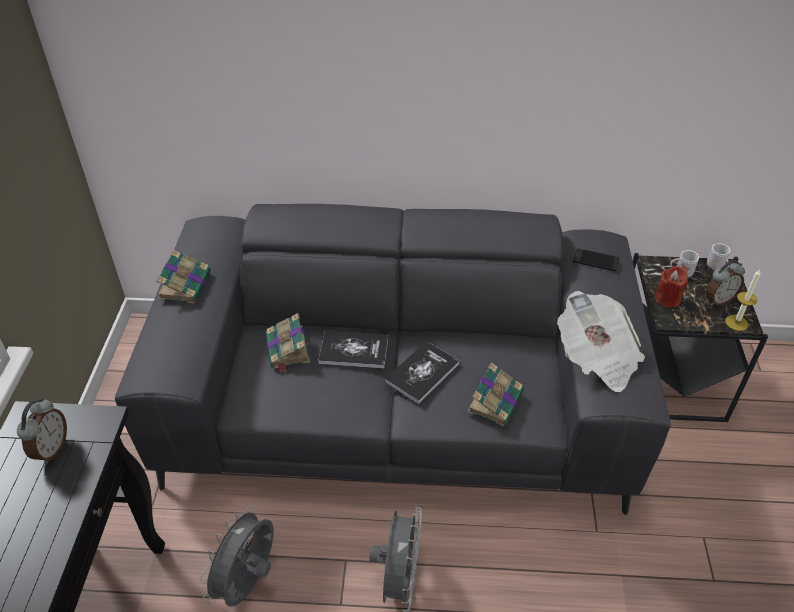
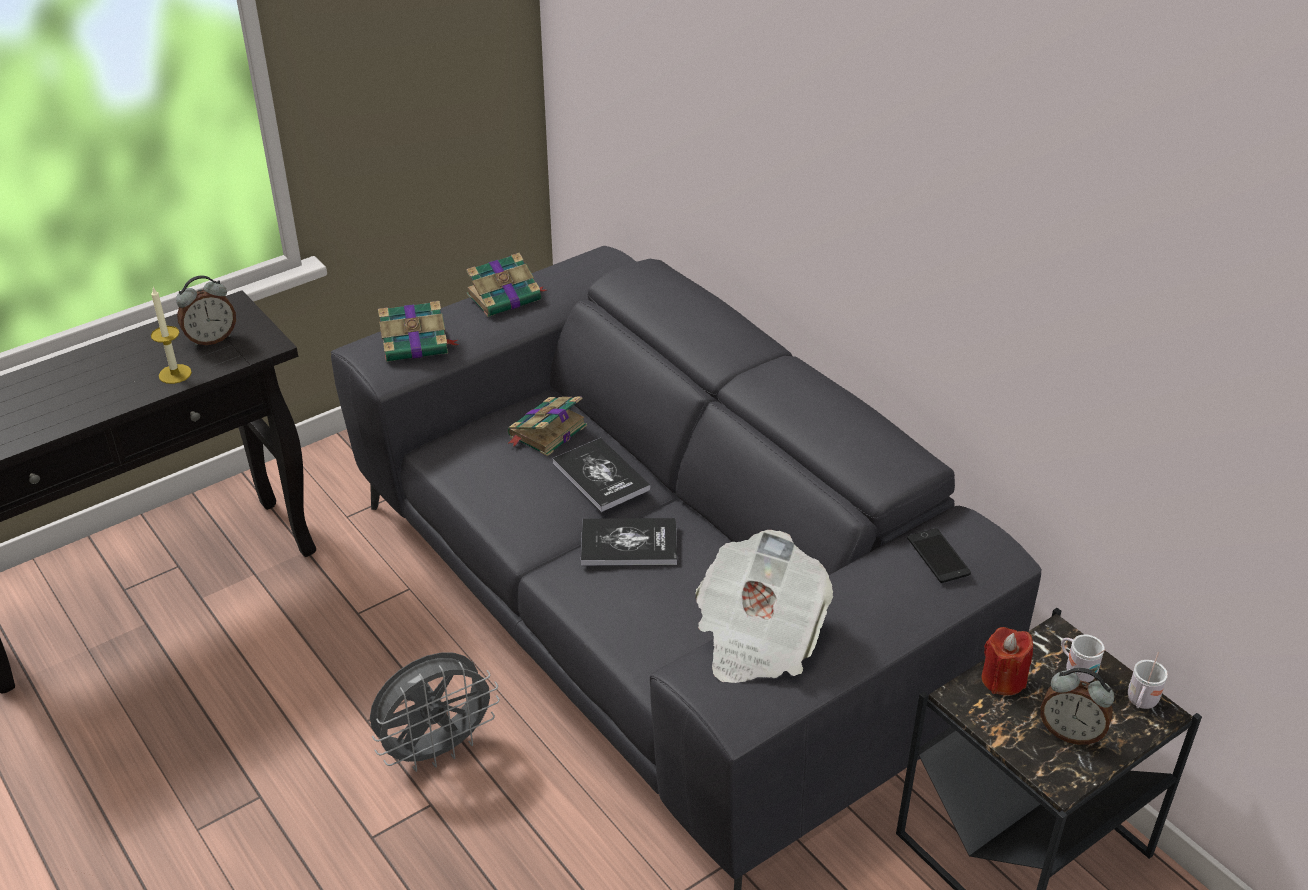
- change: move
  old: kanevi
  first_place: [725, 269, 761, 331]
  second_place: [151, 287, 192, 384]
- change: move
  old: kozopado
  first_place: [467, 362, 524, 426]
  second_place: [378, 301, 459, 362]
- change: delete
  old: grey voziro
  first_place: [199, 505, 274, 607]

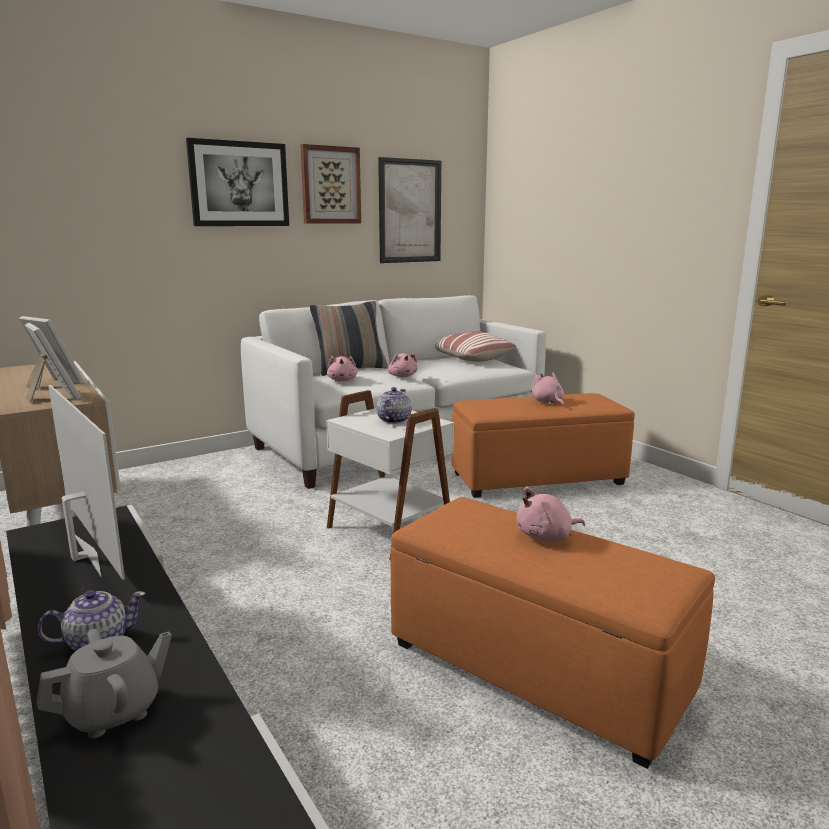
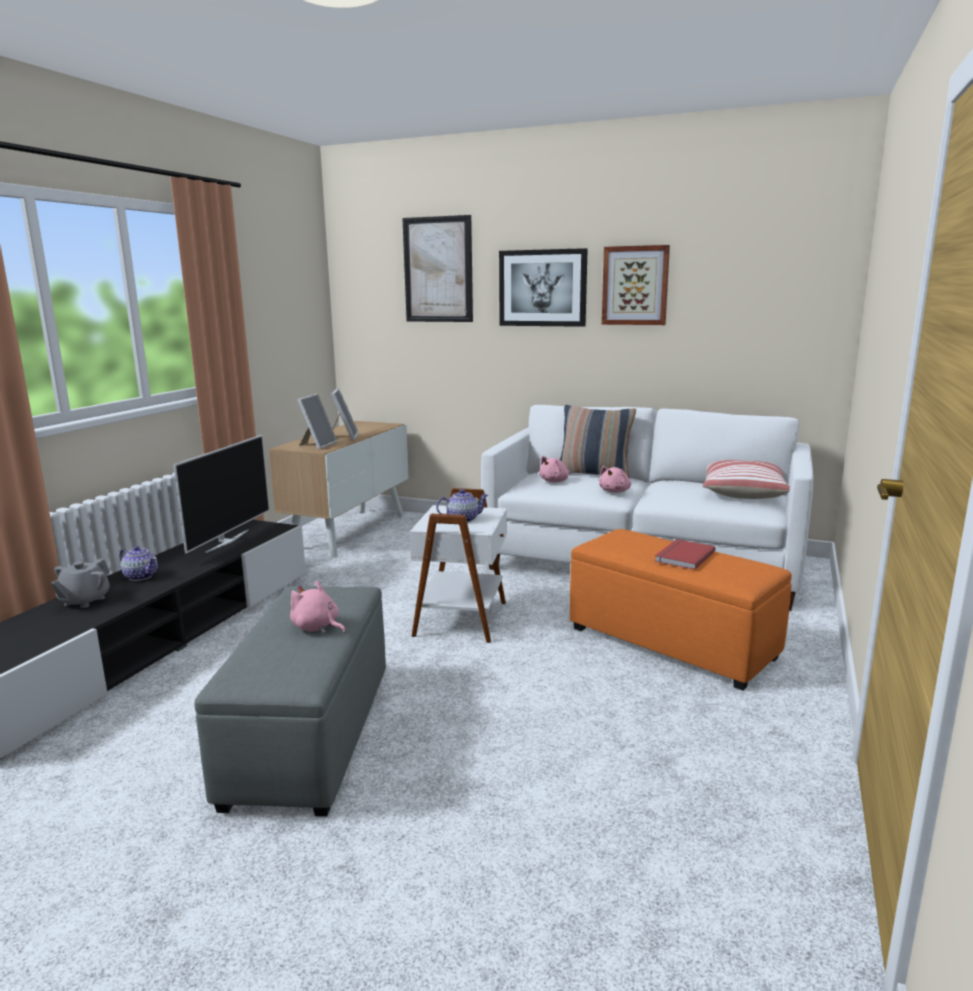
- change: move
  old: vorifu
  first_place: [378, 157, 441, 263]
  second_place: [402, 215, 473, 322]
- change: replace
  old: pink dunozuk
  new: red kozopado
  first_place: [532, 373, 564, 406]
  second_place: [655, 539, 715, 570]
- change: recolor
  old: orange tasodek
  new: grey tasodek
  first_place: [391, 497, 715, 769]
  second_place: [194, 586, 386, 817]
- change: rotate
  old: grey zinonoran
  first_place: [37, 629, 172, 738]
  second_place: [51, 559, 110, 608]
  degrees: 90

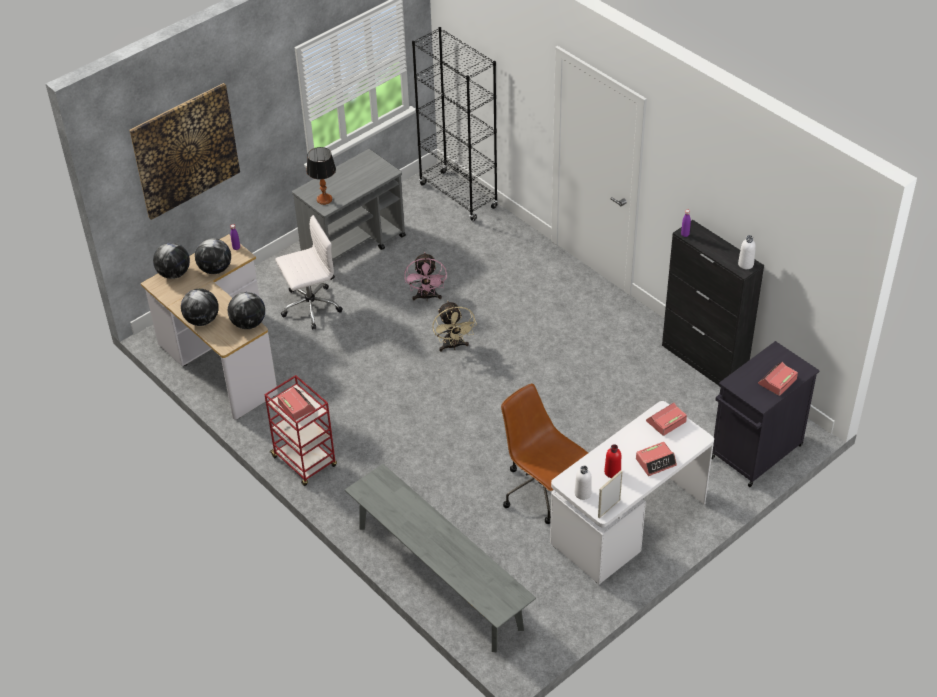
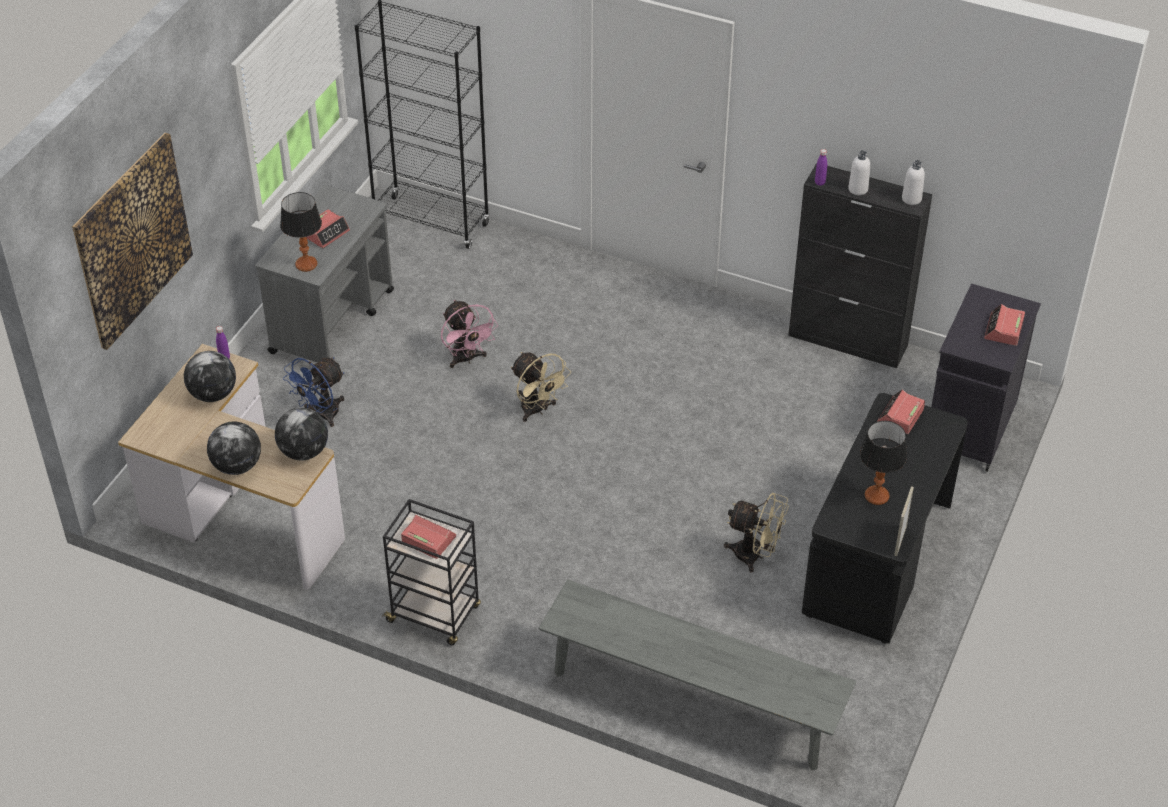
- change: replace
  old: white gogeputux
  new: blue voziro
  first_place: [275, 215, 343, 330]
  second_place: [283, 357, 345, 427]
- change: delete
  old: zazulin
  first_place: [153, 243, 190, 279]
- change: recolor
  old: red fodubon
  new: black fodubon
  first_place: [264, 375, 337, 486]
  second_place: [382, 499, 481, 645]
- change: replace
  old: brown gogeputux
  new: beige voziro
  first_place: [501, 383, 588, 524]
  second_place: [724, 493, 789, 573]
- change: recolor
  old: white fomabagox
  new: black fomabagox
  first_place: [550, 401, 714, 584]
  second_place: [802, 393, 968, 644]
- change: move
  old: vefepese
  first_place: [636, 442, 677, 476]
  second_place: [306, 210, 350, 248]
- change: replace
  old: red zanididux
  new: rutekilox
  first_place: [604, 444, 621, 478]
  second_place: [860, 421, 907, 505]
- change: move
  old: white zanididux
  first_place: [575, 466, 591, 500]
  second_place: [848, 150, 870, 195]

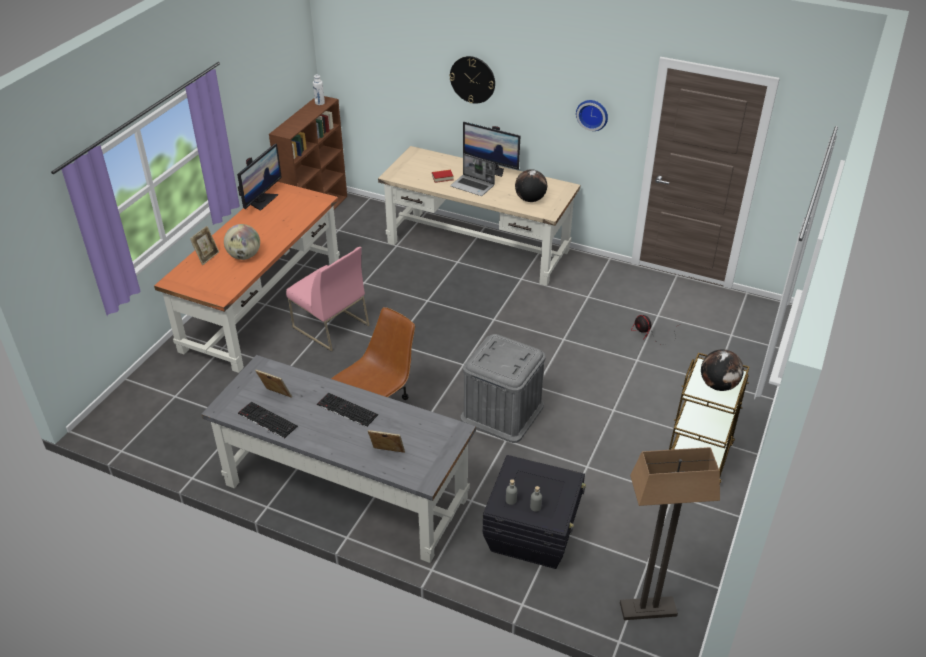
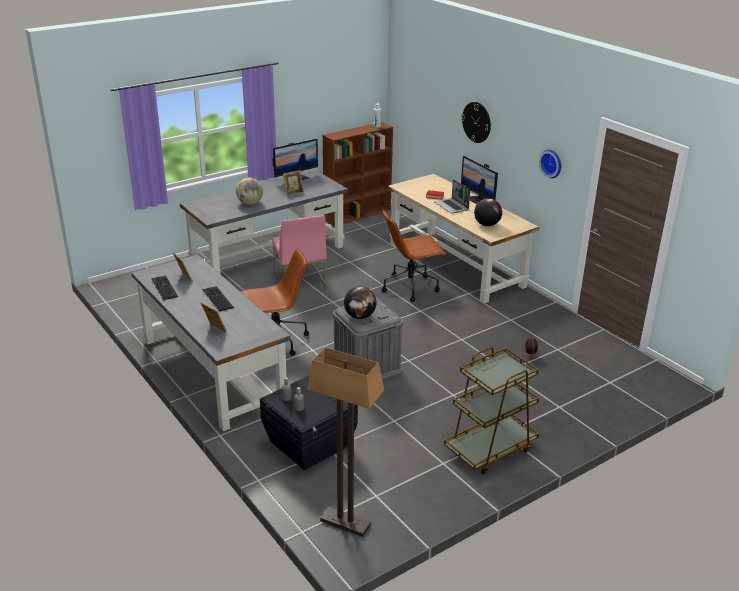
- change: recolor
  old: orange fomabagox
  new: grey fomabagox
  first_place: [154, 182, 340, 373]
  second_place: [180, 170, 348, 274]
- change: move
  old: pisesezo
  first_place: [190, 226, 219, 265]
  second_place: [283, 170, 304, 196]
- change: move
  old: zazulin
  first_place: [701, 350, 744, 391]
  second_place: [344, 286, 377, 319]
- change: insert
  new: brown gogeputux
  second_place: [382, 210, 446, 302]

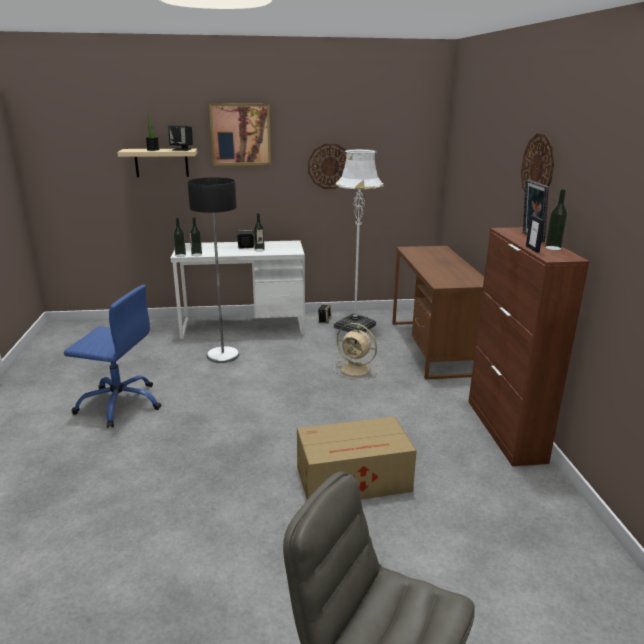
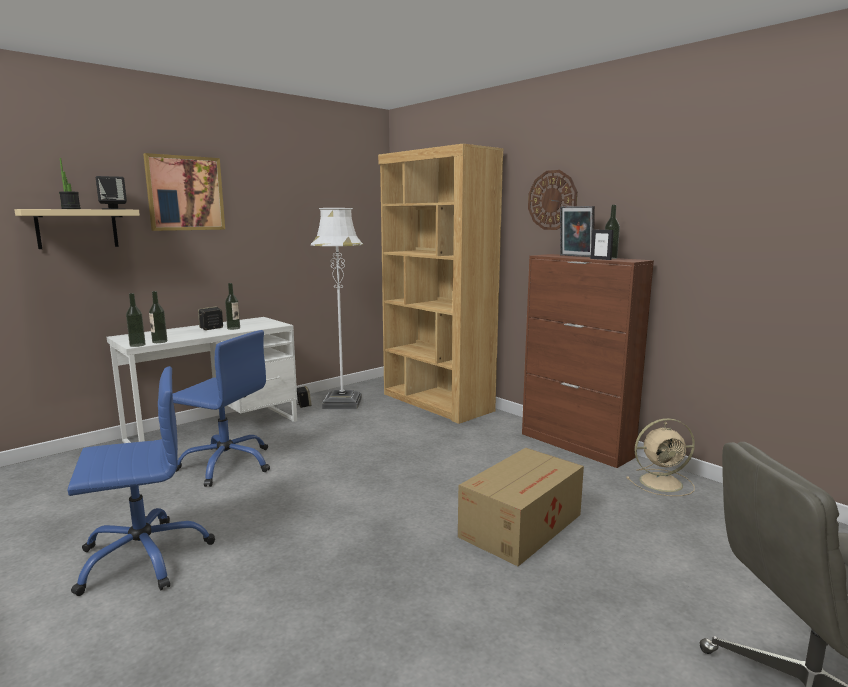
- change: delete
  old: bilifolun
  first_place: [308, 144, 346, 189]
- change: replace
  old: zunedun
  new: blue gogeputux
  first_place: [187, 177, 239, 363]
  second_place: [173, 330, 270, 487]
- change: replace
  old: brown fomabagox
  new: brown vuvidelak
  first_place: [392, 246, 484, 379]
  second_place: [378, 144, 503, 424]
- change: move
  old: beige voziro
  first_place: [334, 323, 379, 380]
  second_place: [626, 418, 695, 496]

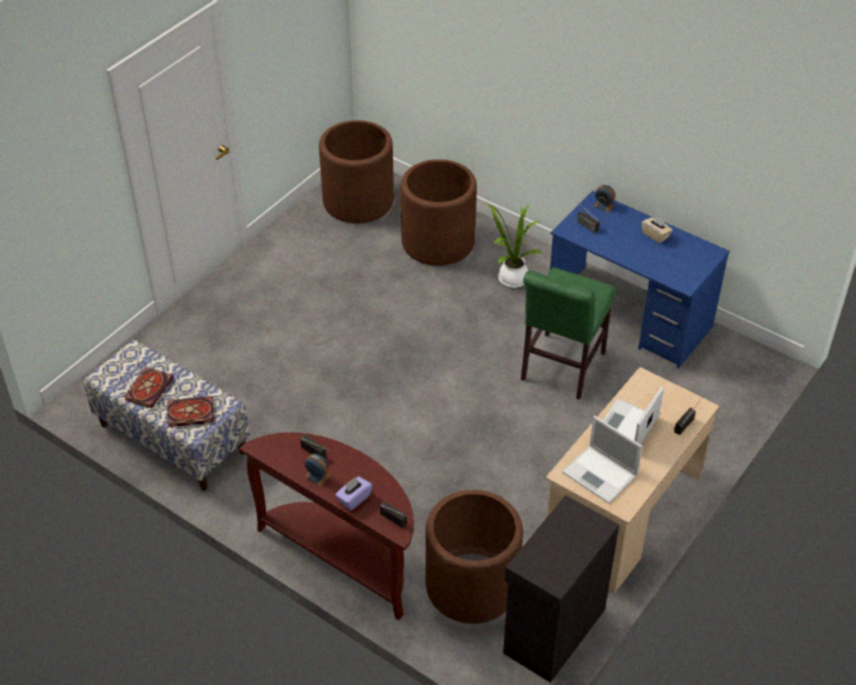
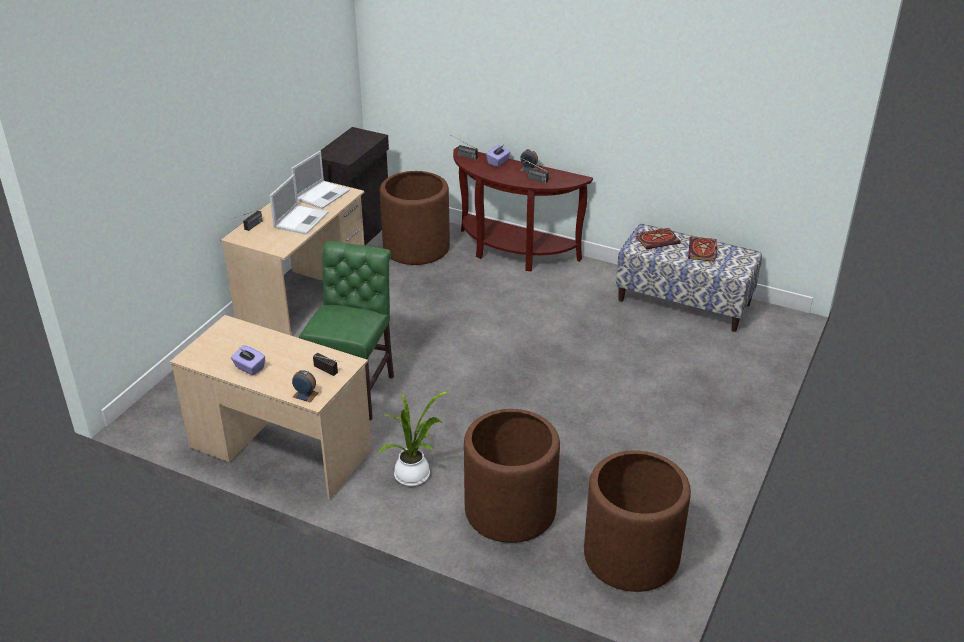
- change: recolor
  old: blue fomabagox
  new: beige fomabagox
  first_place: [550, 191, 730, 369]
  second_place: [170, 315, 372, 500]
- change: recolor
  old: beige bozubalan
  new: purple bozubalan
  first_place: [642, 215, 673, 243]
  second_place: [231, 345, 265, 375]
- change: rotate
  old: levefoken
  first_place: [562, 416, 643, 504]
  second_place: [291, 151, 350, 209]
  degrees: 90

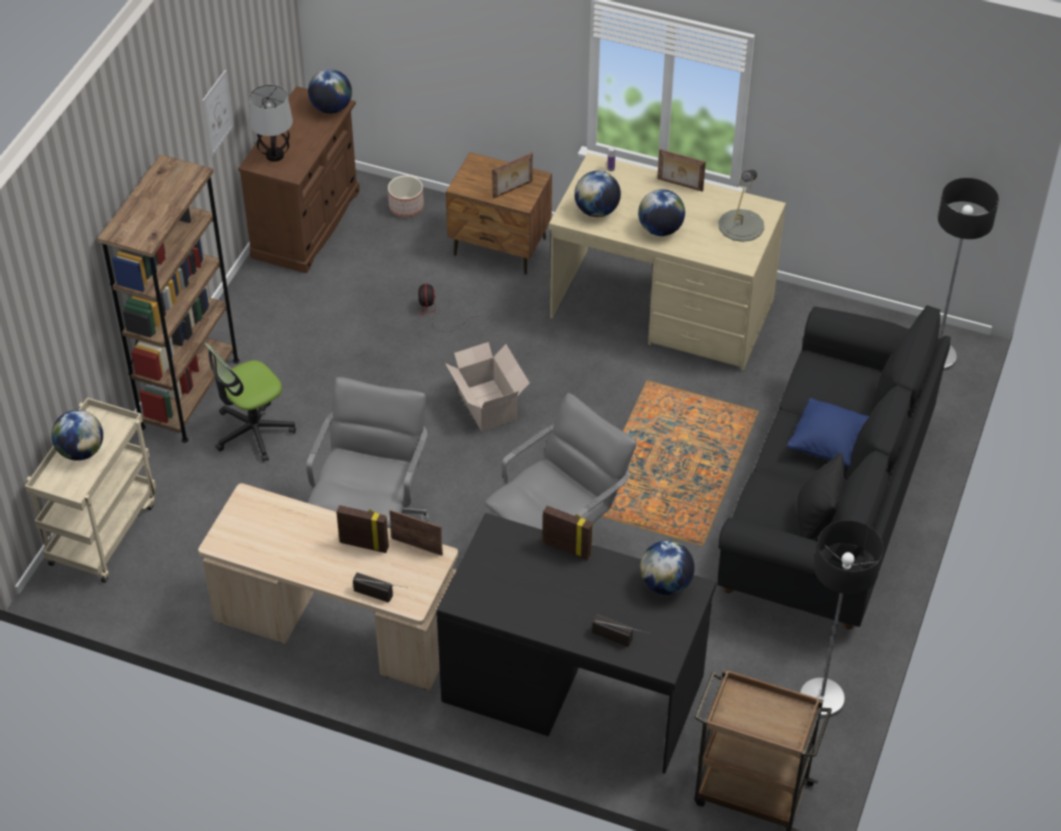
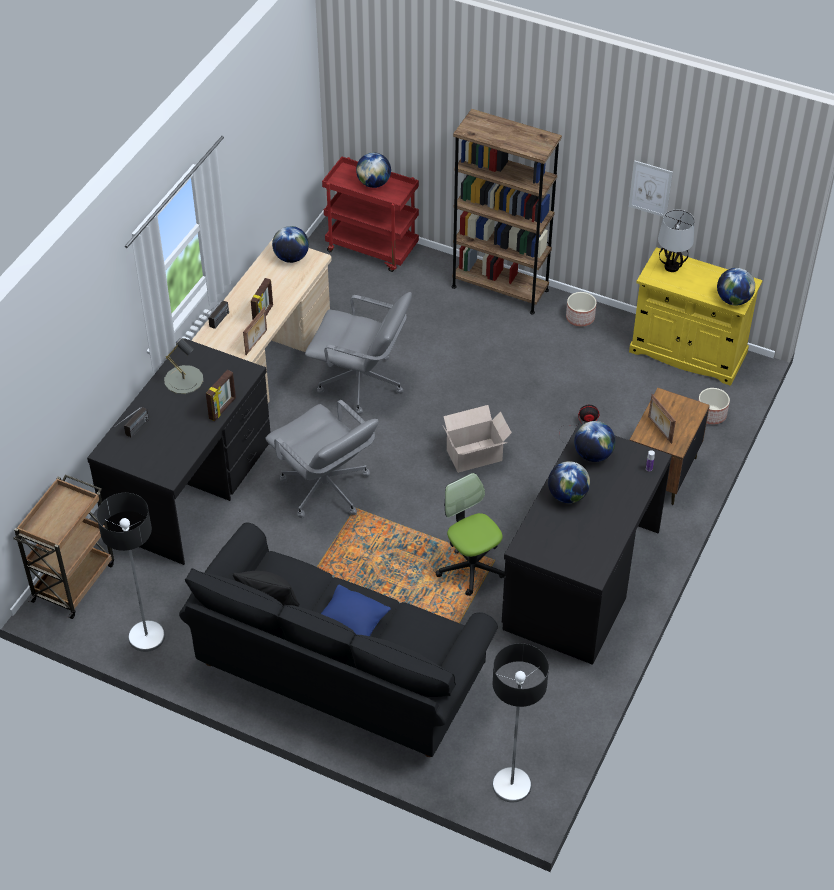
- change: recolor
  old: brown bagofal
  new: yellow bagofal
  first_place: [238, 86, 360, 273]
  second_place: [629, 247, 763, 386]
- change: delete
  old: pisesezo
  first_place: [657, 149, 706, 192]
- change: recolor
  old: beige fomabagox
  new: black fomabagox
  first_place: [549, 153, 786, 370]
  second_place: [502, 423, 672, 665]
- change: move
  old: grey rutekilox
  first_place: [718, 169, 764, 242]
  second_place: [164, 338, 203, 394]
- change: move
  old: gogeputux
  first_place: [204, 343, 296, 462]
  second_place: [435, 473, 505, 596]
- change: recolor
  old: beige fodubon
  new: red fodubon
  first_place: [25, 398, 156, 583]
  second_place: [322, 157, 419, 272]
- change: move
  old: zazulin
  first_place: [640, 540, 695, 595]
  second_place: [272, 226, 309, 263]
- change: insert
  new: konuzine
  second_place: [566, 292, 596, 326]

